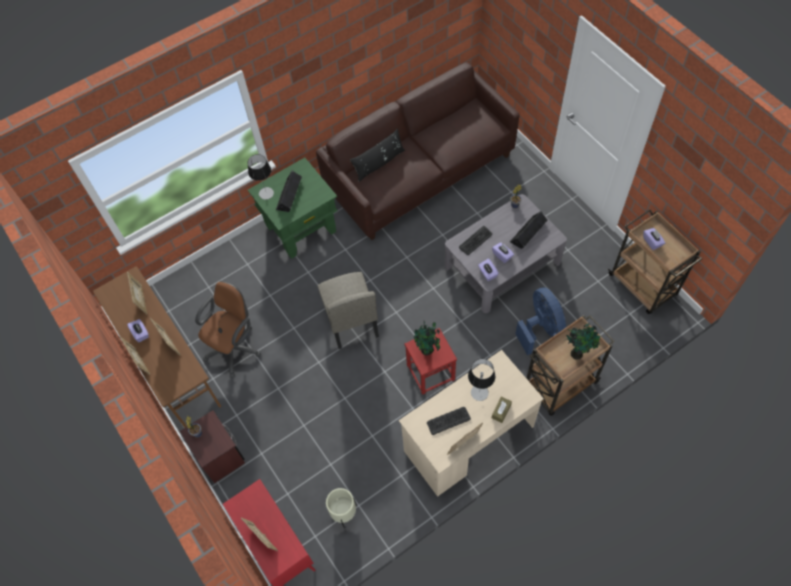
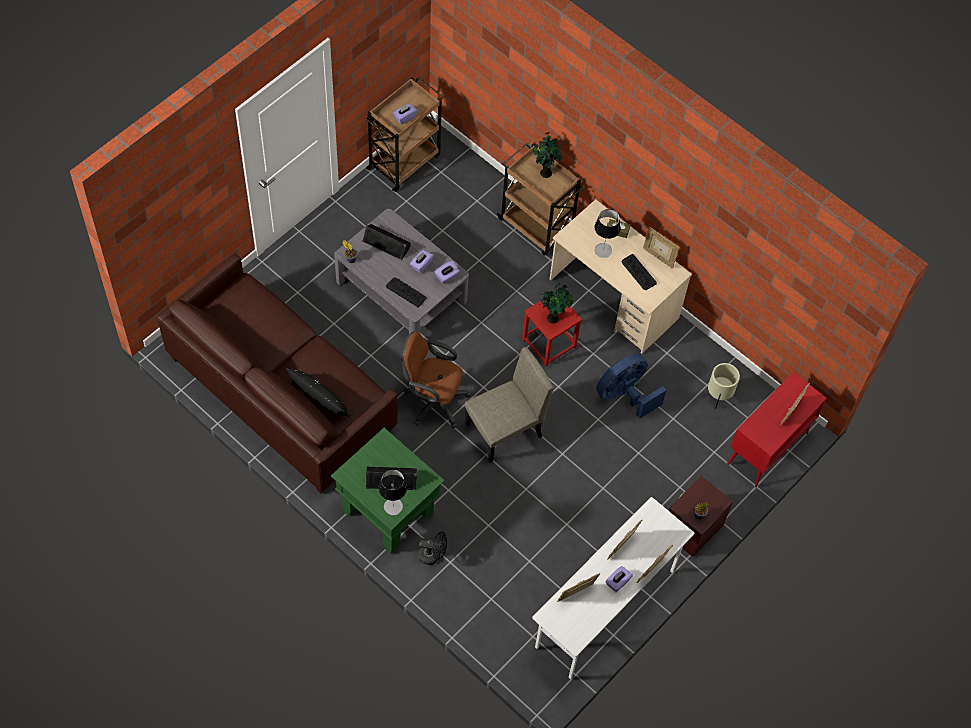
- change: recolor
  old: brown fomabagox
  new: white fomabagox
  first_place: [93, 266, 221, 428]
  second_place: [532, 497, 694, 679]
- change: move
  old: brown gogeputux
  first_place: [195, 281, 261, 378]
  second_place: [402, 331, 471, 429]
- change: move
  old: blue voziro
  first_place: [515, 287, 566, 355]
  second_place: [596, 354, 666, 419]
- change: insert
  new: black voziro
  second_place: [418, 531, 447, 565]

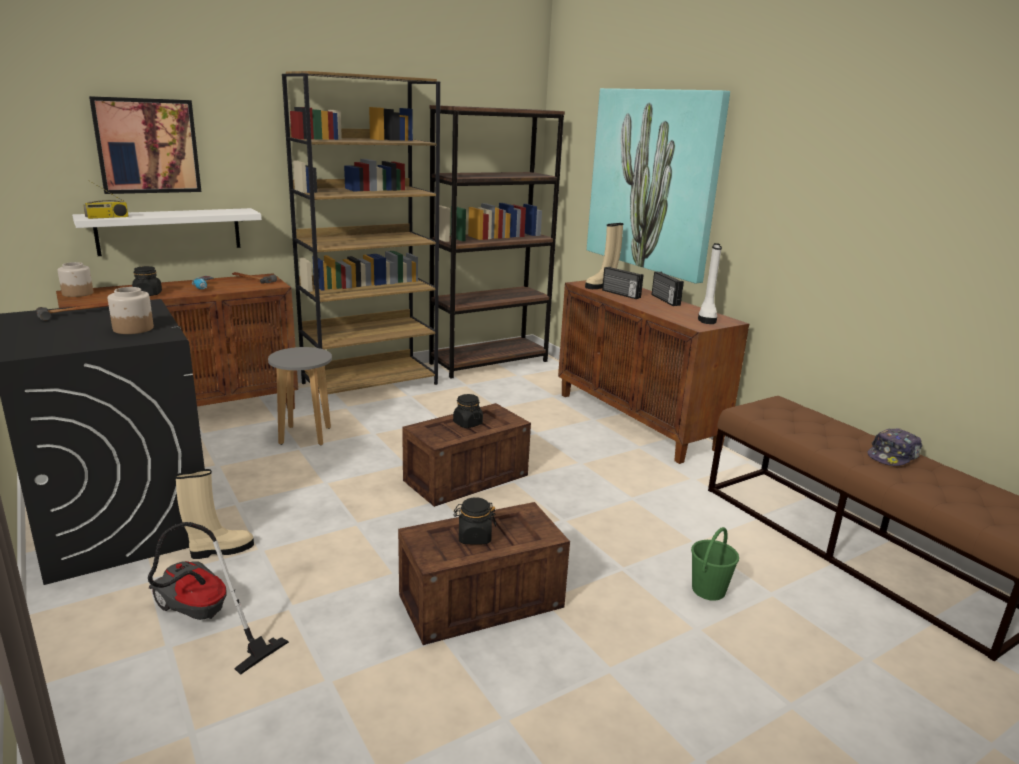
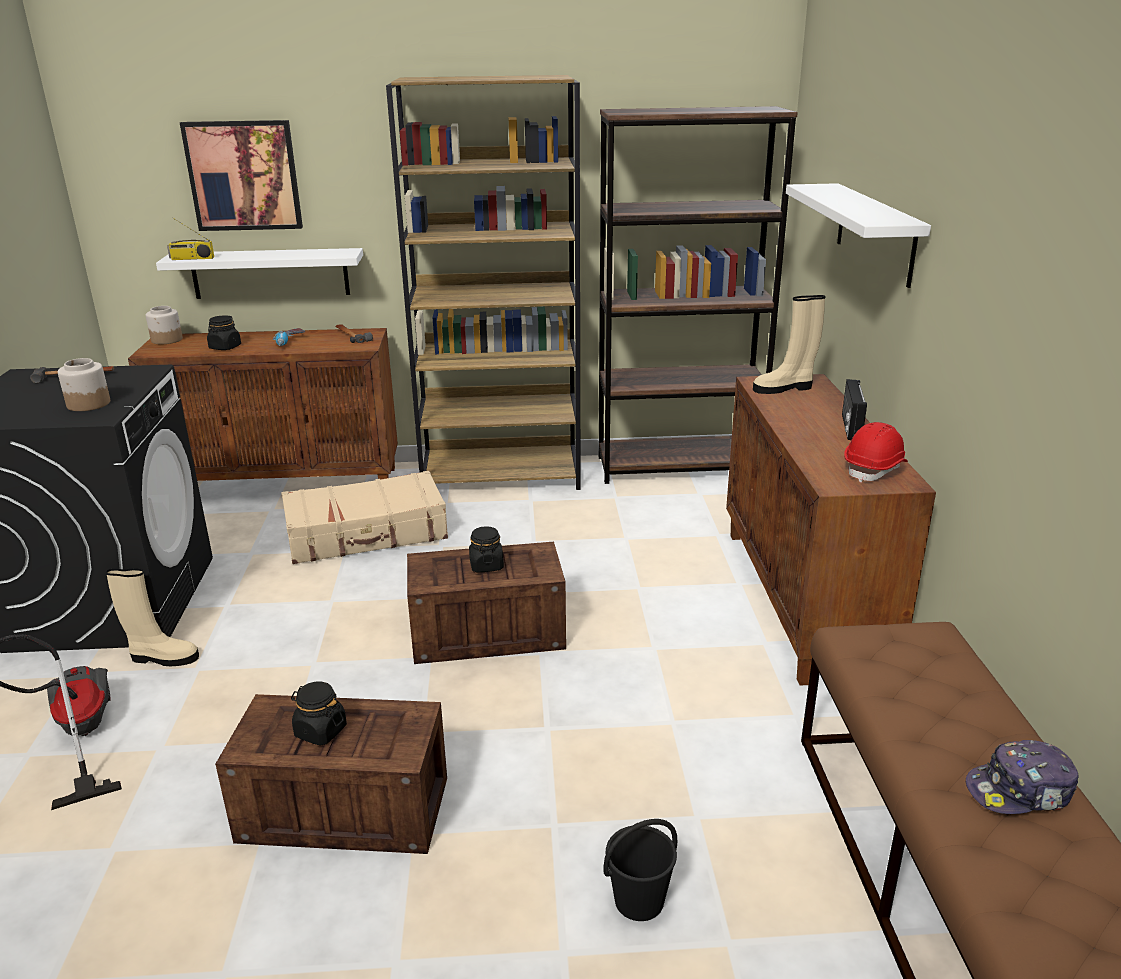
- change: replace
  old: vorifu
  new: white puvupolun
  first_place: [587, 88, 730, 284]
  second_place: [786, 183, 931, 288]
- change: replace
  old: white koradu
  new: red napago
  first_place: [698, 243, 722, 324]
  second_place: [844, 422, 908, 483]
- change: delete
  old: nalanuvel
  first_place: [602, 267, 643, 299]
- change: replace
  old: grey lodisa
  new: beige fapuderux
  first_place: [268, 347, 332, 446]
  second_place: [281, 471, 448, 564]
- change: recolor
  old: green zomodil
  new: black zomodil
  first_place: [691, 527, 739, 601]
  second_place: [604, 819, 677, 921]

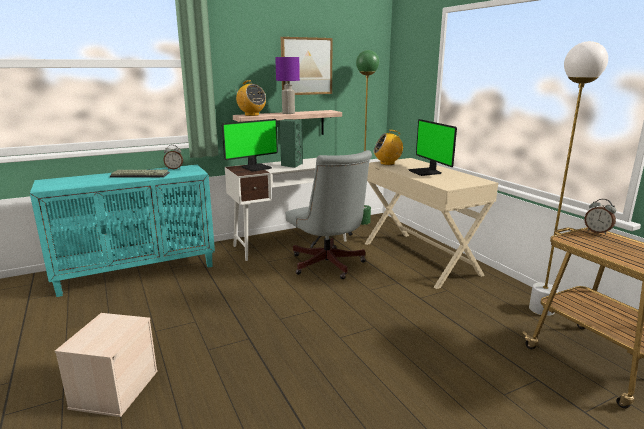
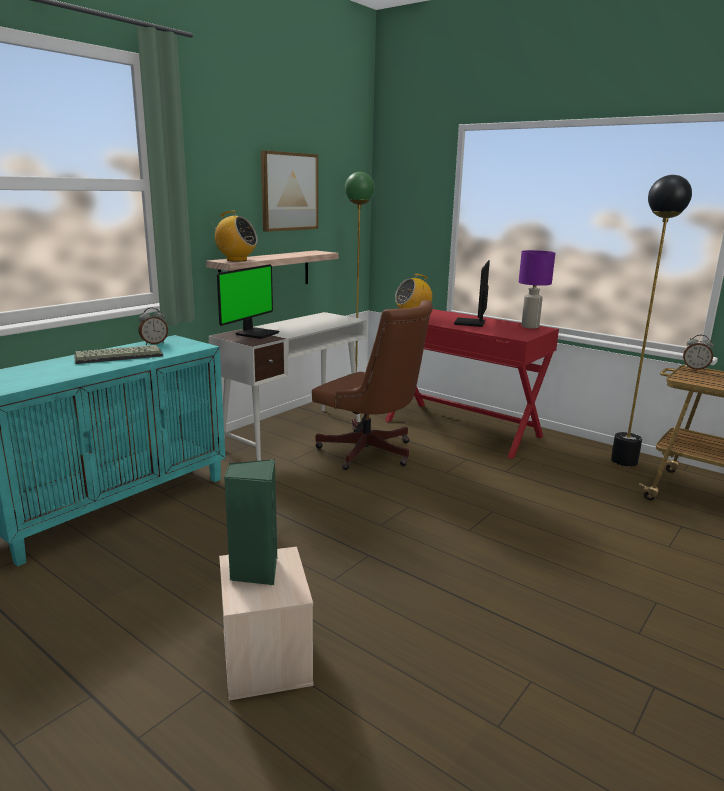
- change: recolor
  old: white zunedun
  new: black zunedun
  first_place: [529, 41, 608, 316]
  second_place: [611, 175, 692, 467]
- change: move
  old: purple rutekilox
  first_place: [275, 57, 300, 114]
  second_place: [519, 250, 555, 329]
- change: move
  old: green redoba
  first_place: [280, 119, 303, 168]
  second_place: [224, 459, 277, 585]
- change: rotate
  old: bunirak
  first_place: [408, 119, 457, 176]
  second_place: [454, 260, 490, 327]
  degrees: 60
- change: recolor
  old: grey gogeputux
  new: brown gogeputux
  first_place: [286, 150, 372, 279]
  second_place: [312, 300, 433, 470]
- change: recolor
  old: beige fomabagox
  new: red fomabagox
  first_place: [365, 158, 498, 289]
  second_place: [385, 309, 559, 459]

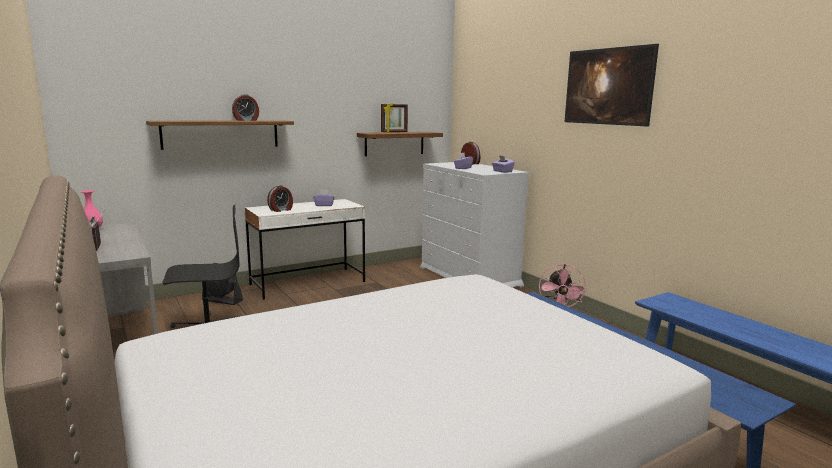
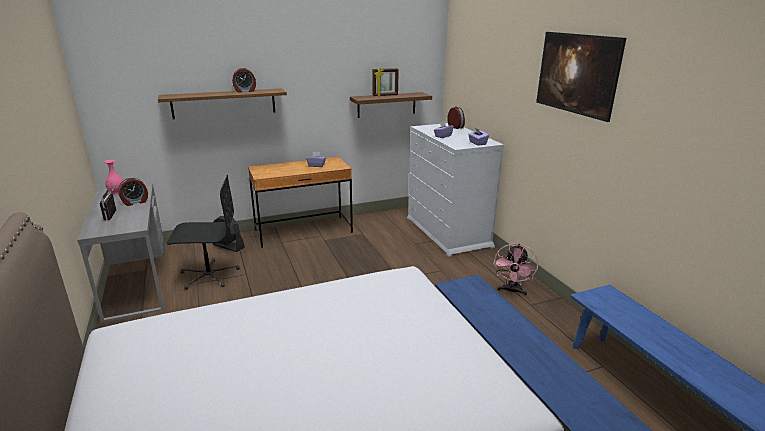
- change: move
  old: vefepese
  first_place: [267, 185, 293, 212]
  second_place: [118, 177, 148, 206]
- change: recolor
  old: white fomabagox
  new: brown fomabagox
  first_place: [245, 199, 365, 300]
  second_place: [248, 157, 353, 248]

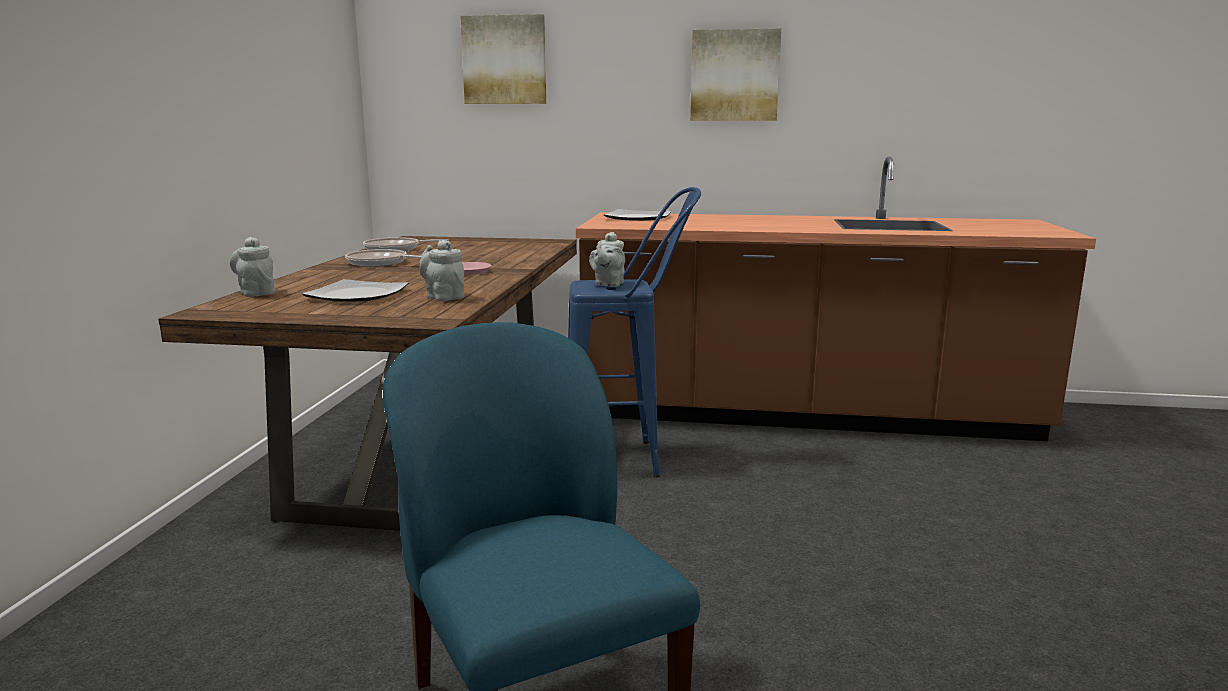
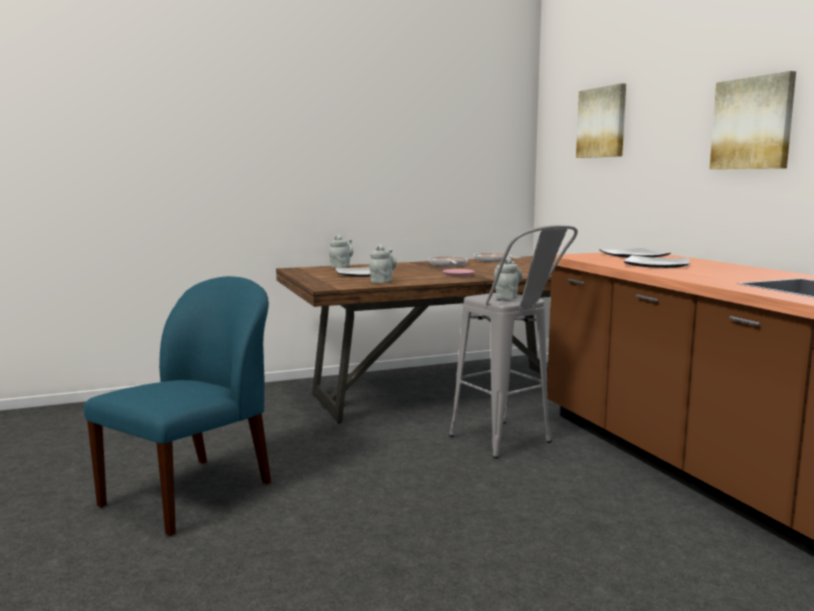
- change: recolor
  old: blue lodisa
  new: grey lodisa
  first_place: [568, 187, 701, 478]
  second_place: [449, 225, 578, 459]
- change: rotate
  old: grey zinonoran
  first_place: [589, 232, 625, 287]
  second_place: [494, 257, 523, 299]
  degrees: 120
- change: insert
  new: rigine
  second_place: [624, 255, 690, 268]

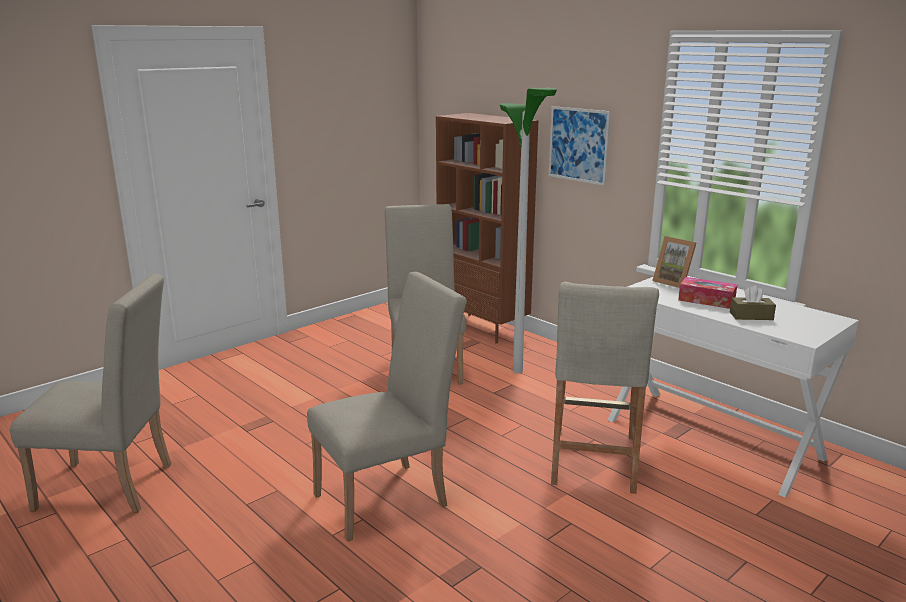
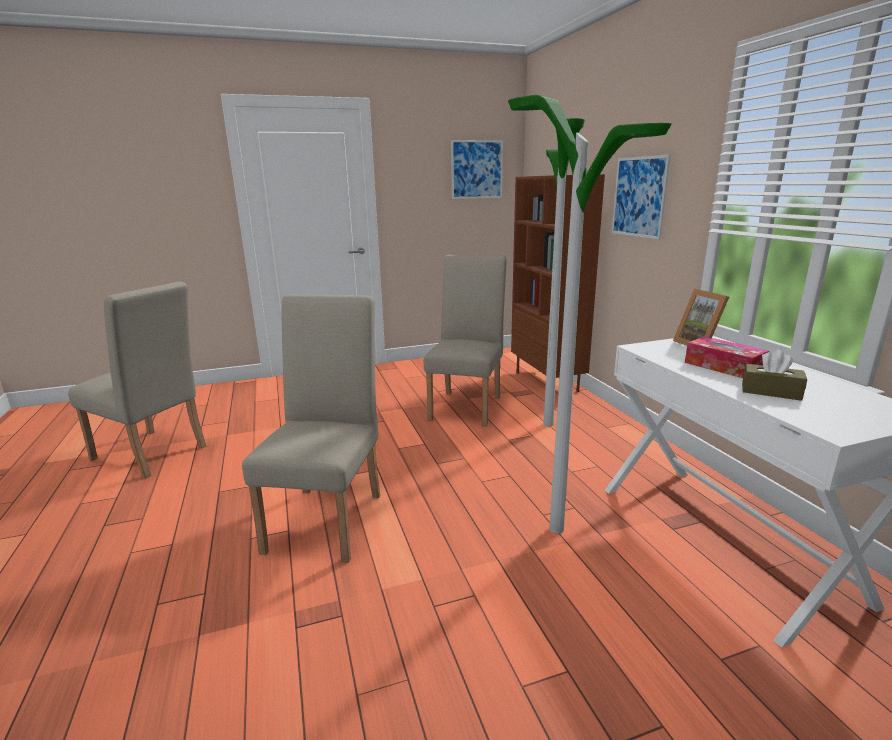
- change: rotate
  old: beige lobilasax
  first_place: [307, 272, 467, 541]
  second_place: [242, 294, 380, 563]
  degrees: -75
- change: replace
  old: beige lodisa
  new: zunedun
  first_place: [551, 282, 659, 494]
  second_place: [508, 95, 672, 533]
- change: insert
  new: vorifu
  second_place: [451, 140, 503, 199]

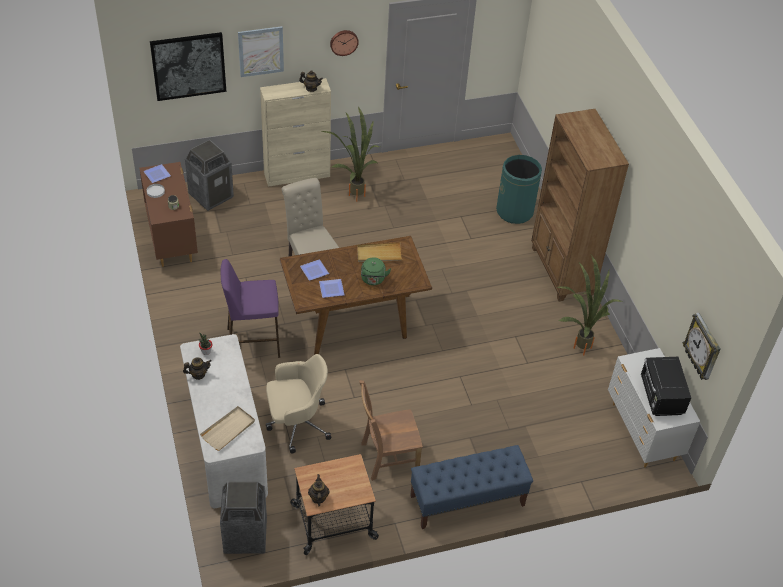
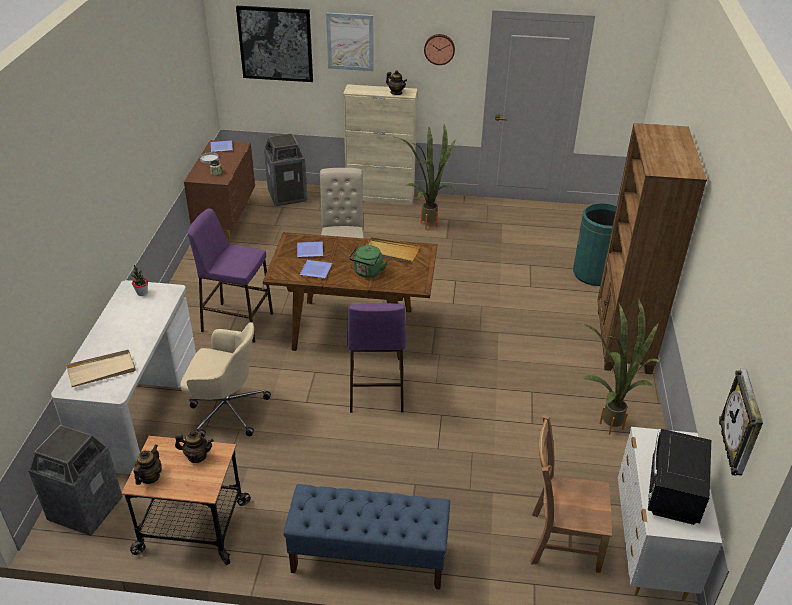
- change: move
  old: zinonoran
  first_place: [183, 357, 212, 380]
  second_place: [175, 430, 214, 463]
- change: move
  old: brown lobilasax
  first_place: [360, 380, 423, 481]
  second_place: [530, 415, 612, 573]
- change: insert
  new: purple lodisa
  second_place: [347, 303, 406, 413]

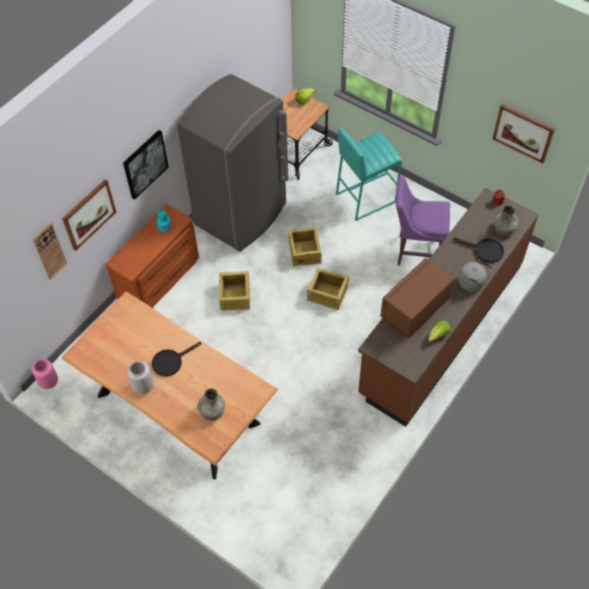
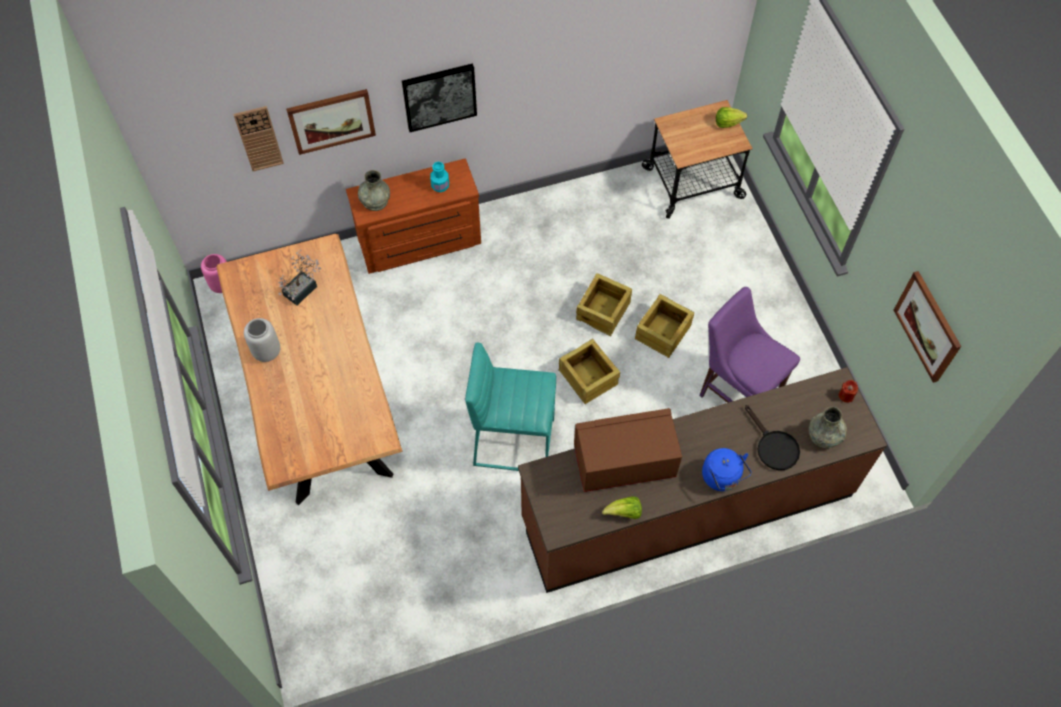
- change: delete
  old: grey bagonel
  first_place: [177, 74, 288, 252]
- change: move
  old: turquoise lodisa
  first_place: [336, 128, 402, 221]
  second_place: [465, 343, 556, 471]
- change: recolor
  old: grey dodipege
  new: blue dodipege
  first_place: [459, 259, 492, 292]
  second_place: [702, 448, 752, 491]
- change: move
  old: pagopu
  first_place: [219, 272, 250, 311]
  second_place: [635, 294, 694, 358]
- change: delete
  old: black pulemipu
  first_place: [152, 342, 201, 377]
- change: move
  old: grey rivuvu
  first_place: [197, 388, 225, 421]
  second_place: [358, 170, 390, 211]
- change: insert
  new: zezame
  second_place: [278, 250, 321, 306]

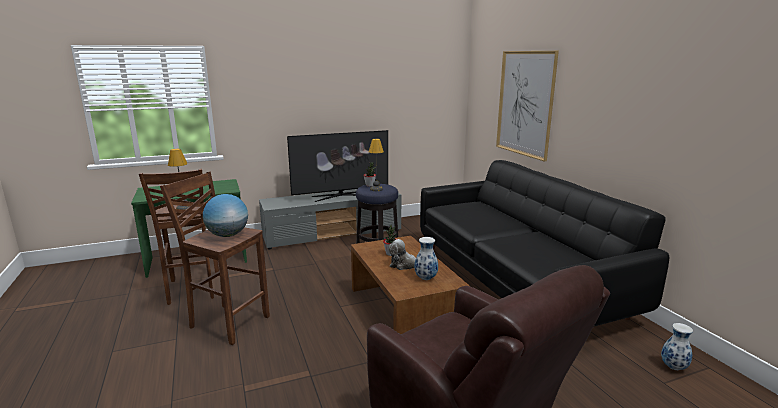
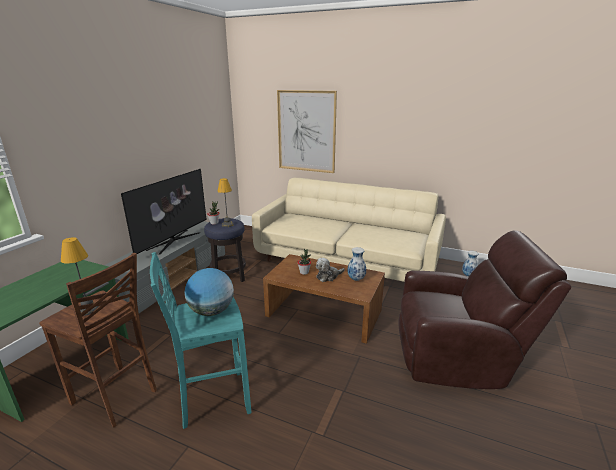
- change: recolor
  old: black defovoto
  new: beige defovoto
  first_place: [420, 160, 669, 326]
  second_place: [252, 178, 446, 282]
- change: recolor
  old: brown lodisa
  new: turquoise lodisa
  first_place: [160, 172, 270, 345]
  second_place: [150, 252, 251, 429]

